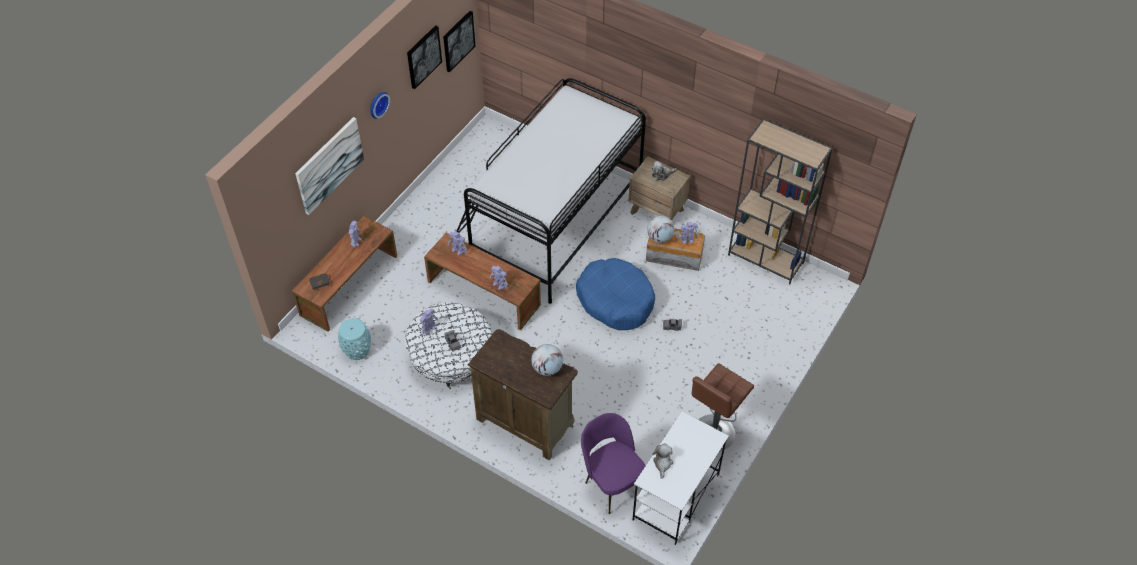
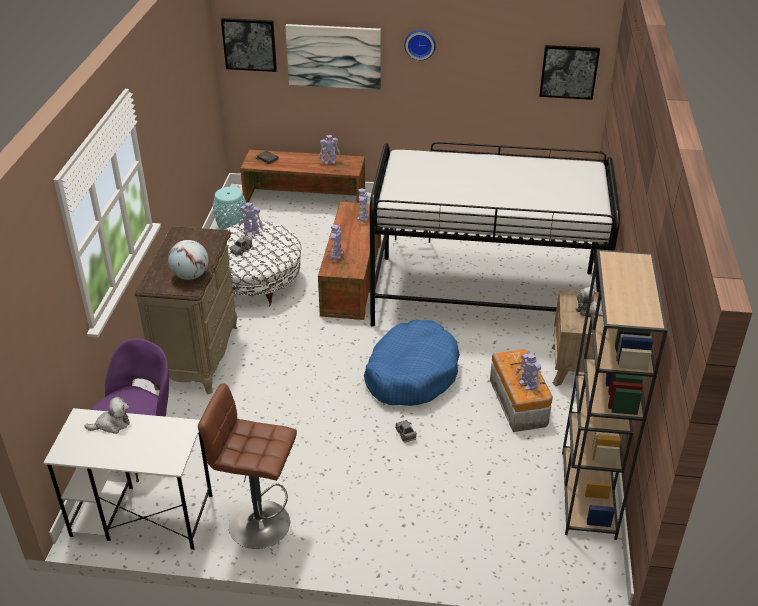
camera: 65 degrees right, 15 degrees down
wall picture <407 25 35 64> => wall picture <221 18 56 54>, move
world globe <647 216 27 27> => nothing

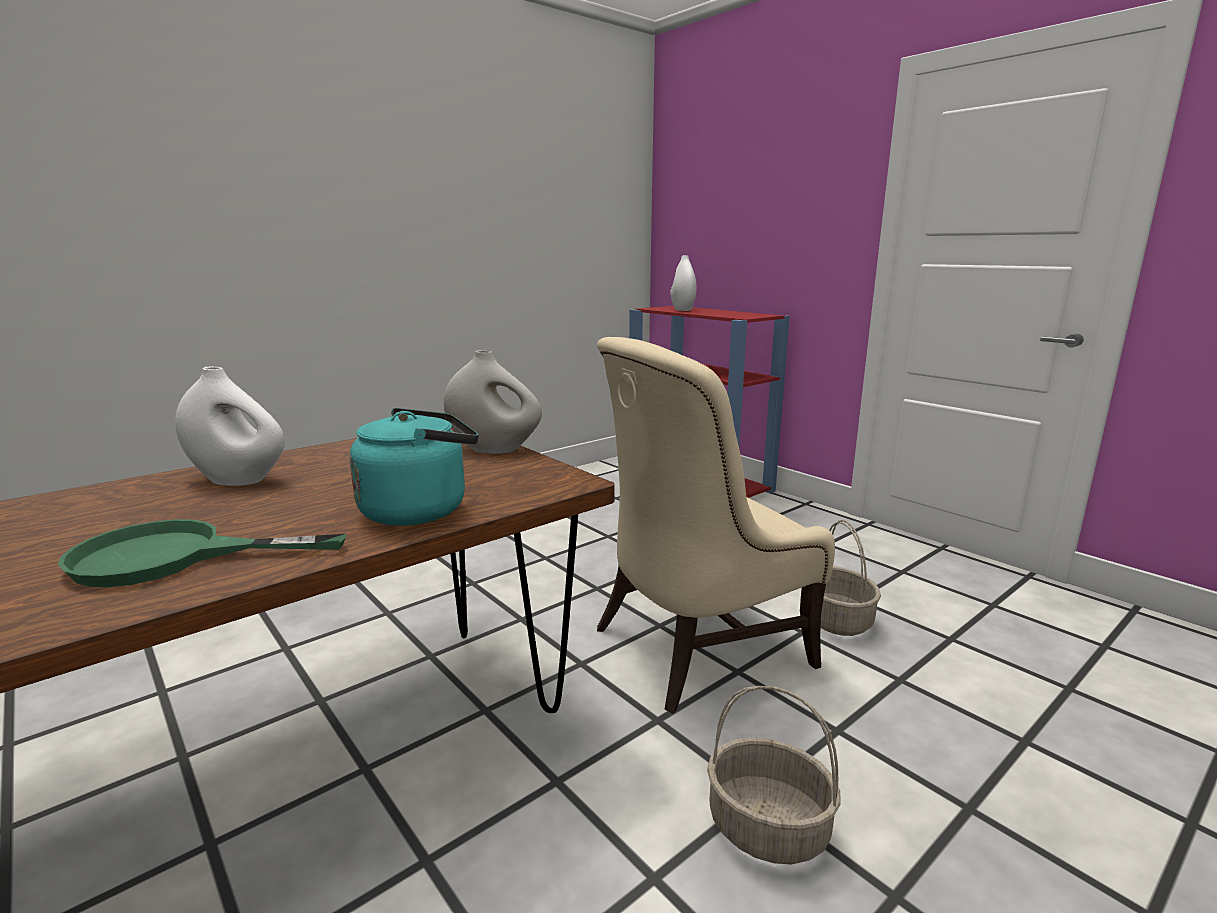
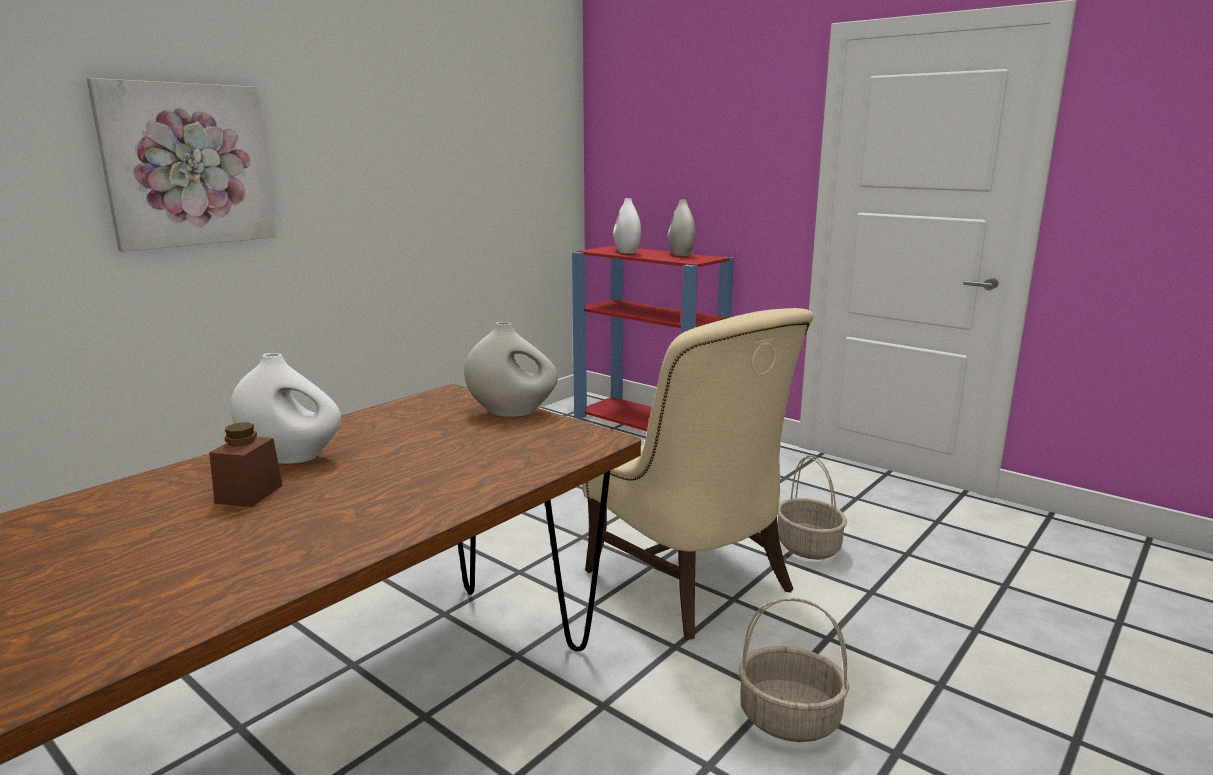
camera: 10 degrees left, 0 degrees up
plain chair/sand-coloured <597 337 238 377> => plain chair/sand-coloured <582 308 232 332>, 90 degrees counterclockwise
kettle/turquoise-coloured <350 408 129 118> => nothing
frying pan/green <58 519 288 68> => nothing
nothing => wall picture <87 78 189 174>
nothing => flower vase/white-coloured <667 200 29 56>
nothing => jar/brown-coloured <209 422 74 85>

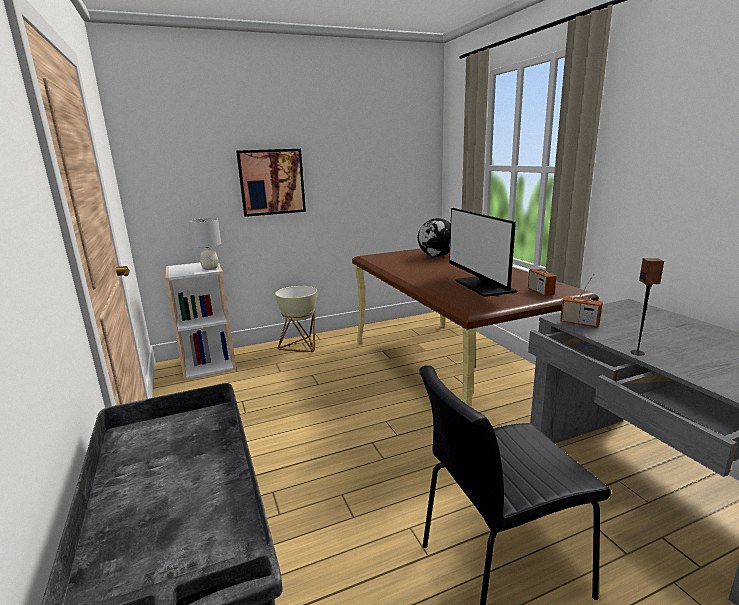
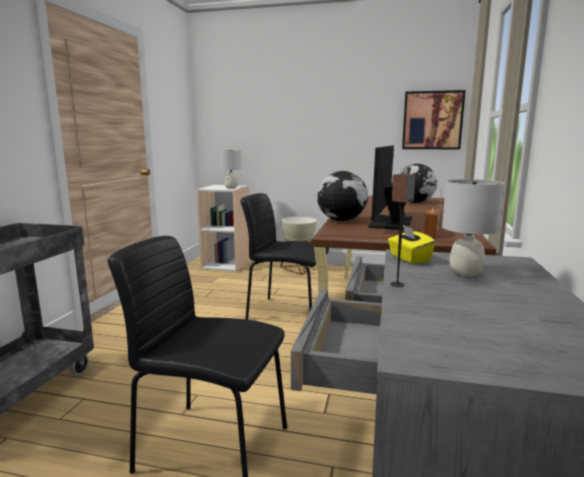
camera: 35 degrees right, 5 degrees down
wall picture <236 149 70 68> => wall picture <402 90 64 59>, move
radio receiver <560 274 43 53> => box of tissues/yellow-coloured <388 225 48 39>
nothing => world globe <317 171 51 50>
nothing => lamp for a table/gray <442 179 63 98>
nothing => plain chair/black-coloured <240 193 89 127>

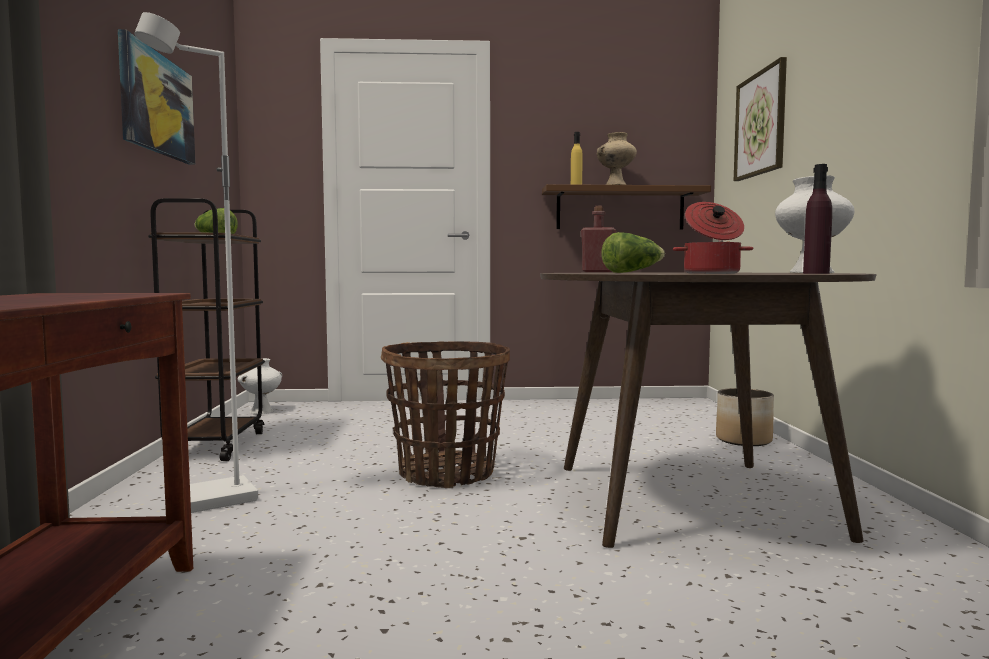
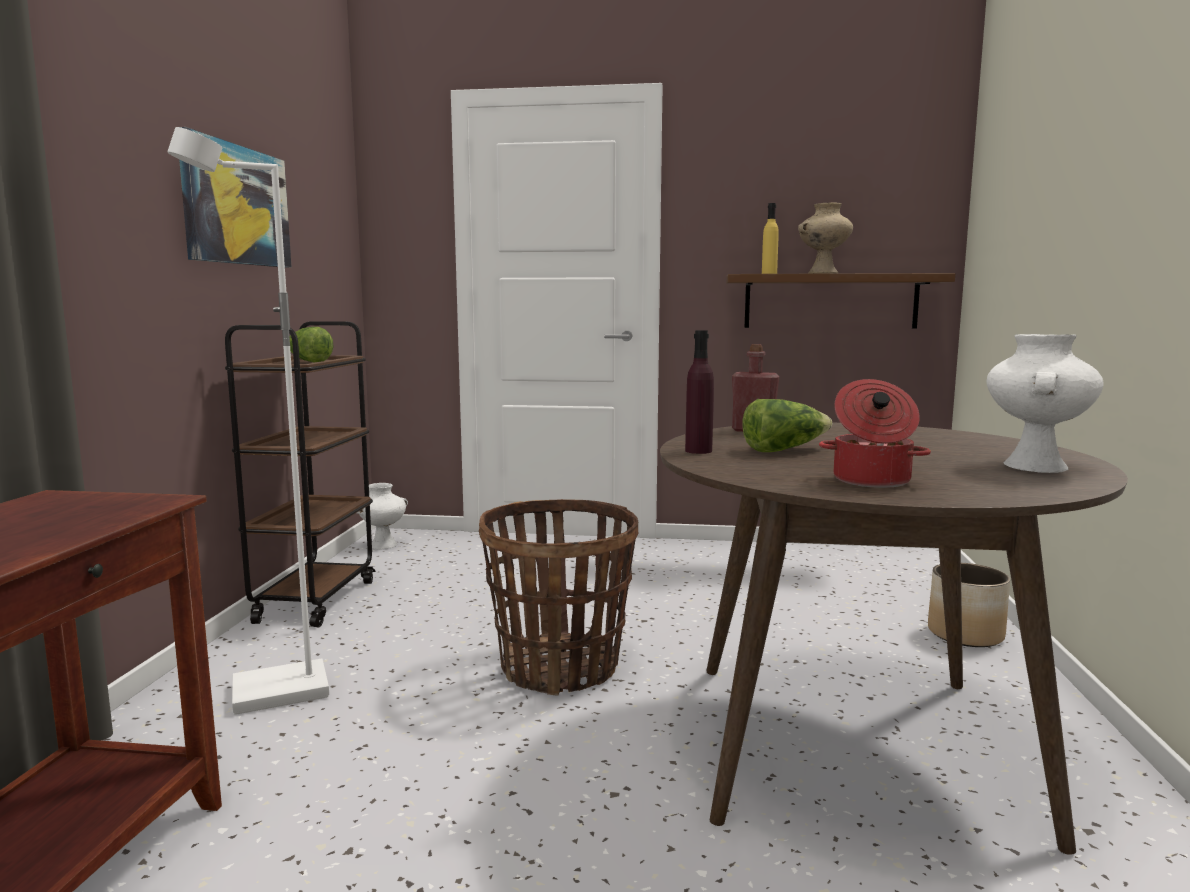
camera: 10 degrees right, 5 degrees up
wall picture <734 57 53 124> => nothing
drink bottle/purple <803 164 29 110> => drink bottle/purple <685 330 29 124>, move

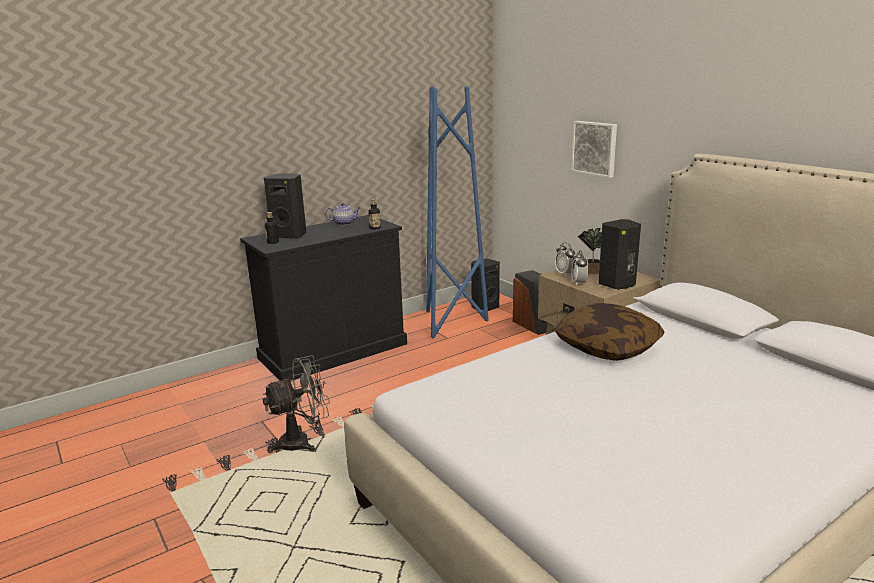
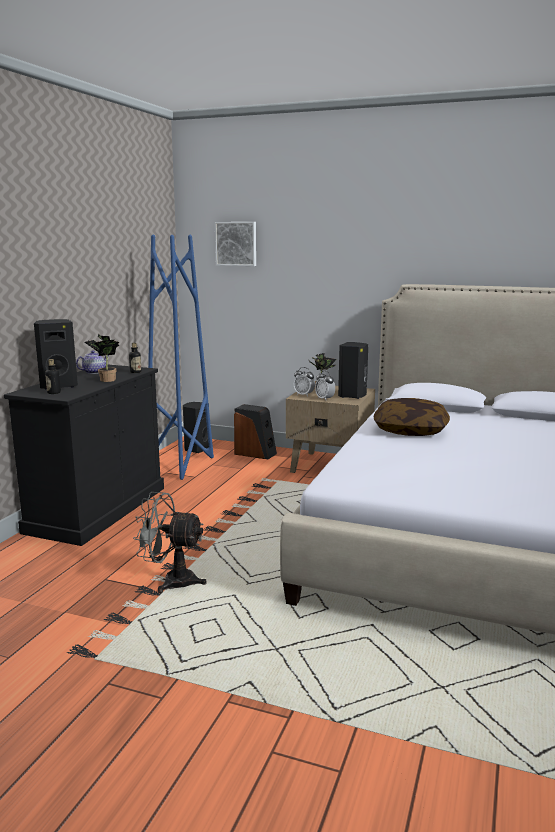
camera: 35 degrees left, 5 degrees down
wall picture <571 121 46 57> => wall picture <215 222 41 44>, move
fan/gray <262 355 68 98> => fan/gray <133 492 74 101>, 105 degrees counterclockwise
nothing => plant in a pot <85 334 34 48>

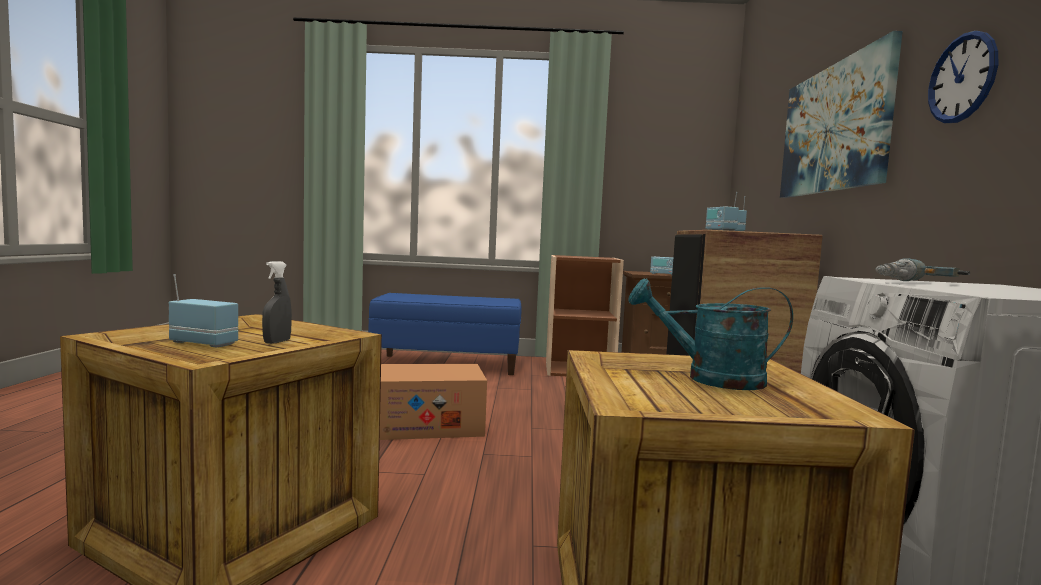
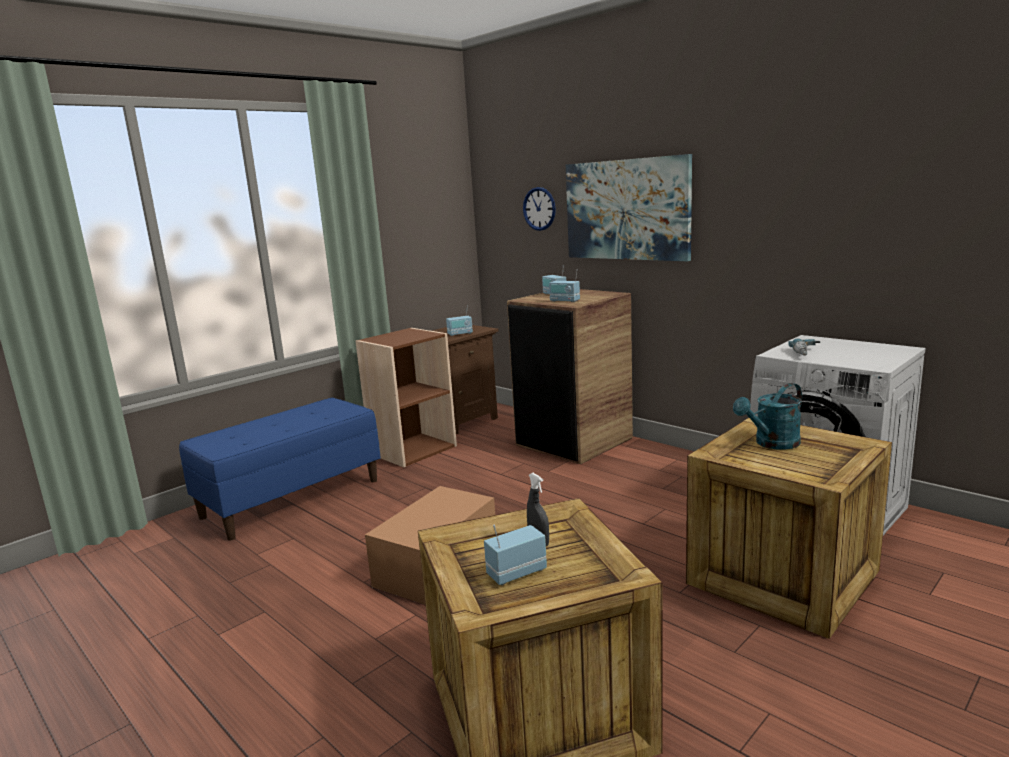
camera: 45 degrees left, 10 degrees up
clock on the wall <928 31 70 92> => clock on the wall <523 187 33 44>, move

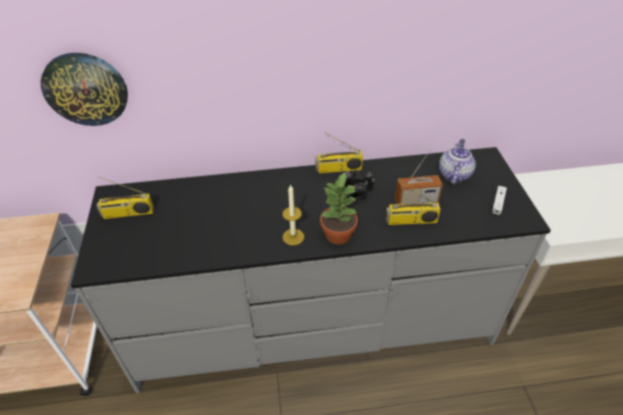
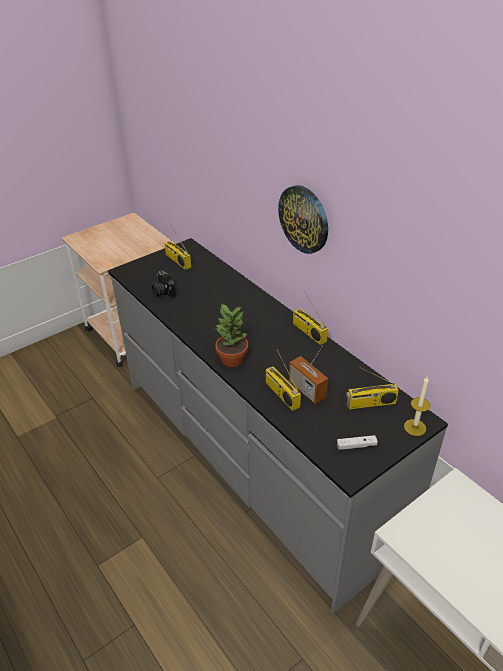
camera: 60 degrees right, 5 degrees down
clock on the wall <41 53 87 73> => clock on the wall <278 185 50 69>, move
teapot <439 139 37 45> => radio receiver <345 367 54 42>
photo camera <339 170 35 31> => photo camera <151 270 25 28>, move
candle <282 184 22 61> => candle <404 377 27 59>, move

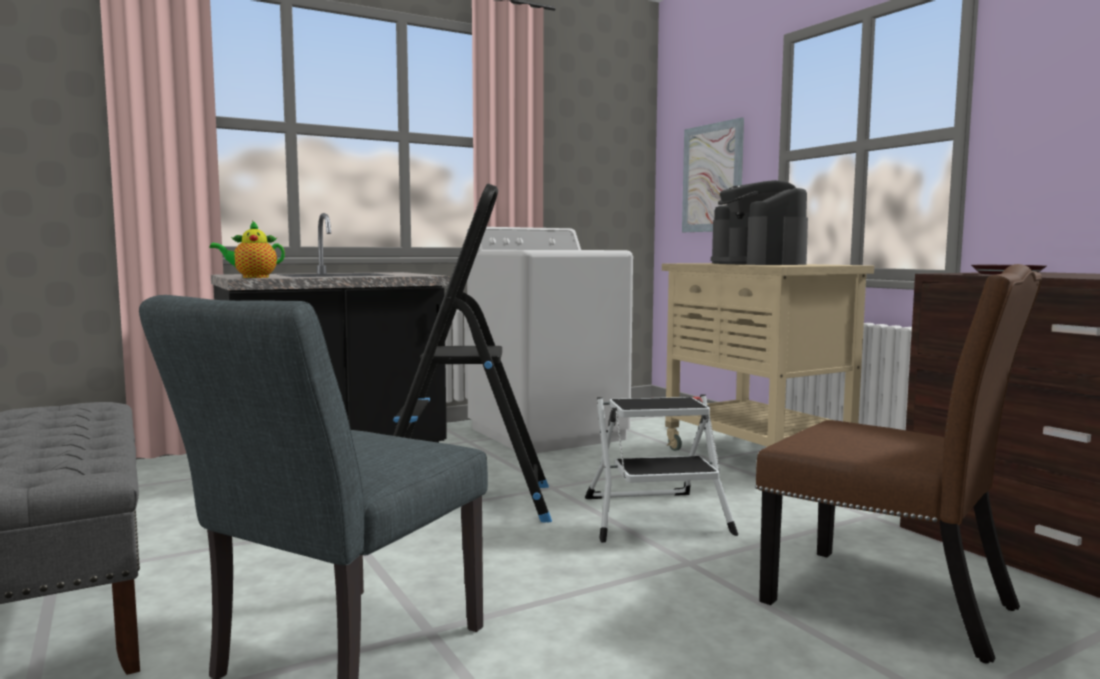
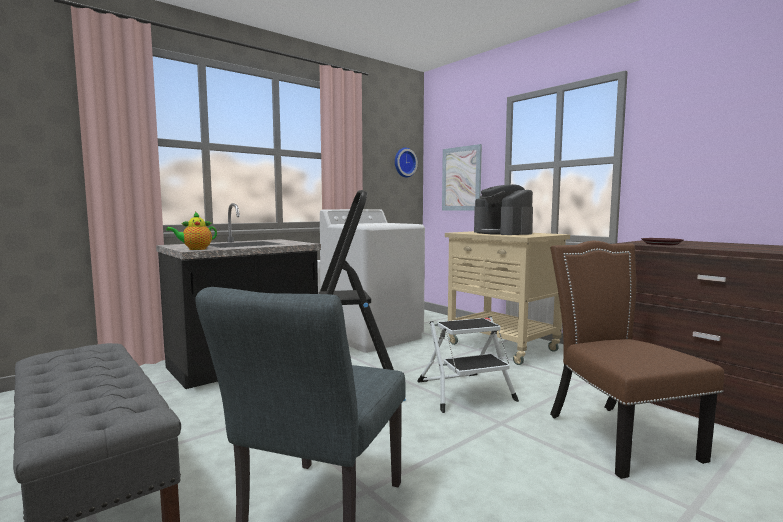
camera: 10 degrees left, 0 degrees up
plain chair/brown-coloured <755 264 287 400> => plain chair/brown-coloured <550 240 174 239>, 135 degrees counterclockwise
nothing => clock on the wall <395 148 23 30>

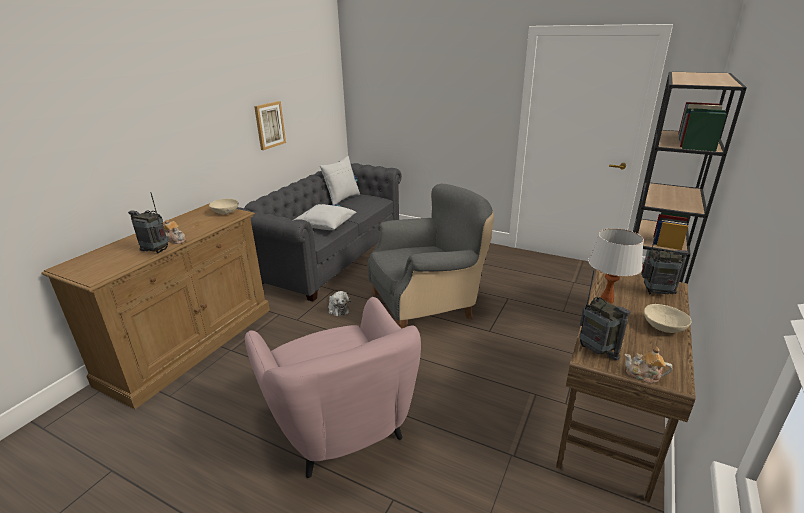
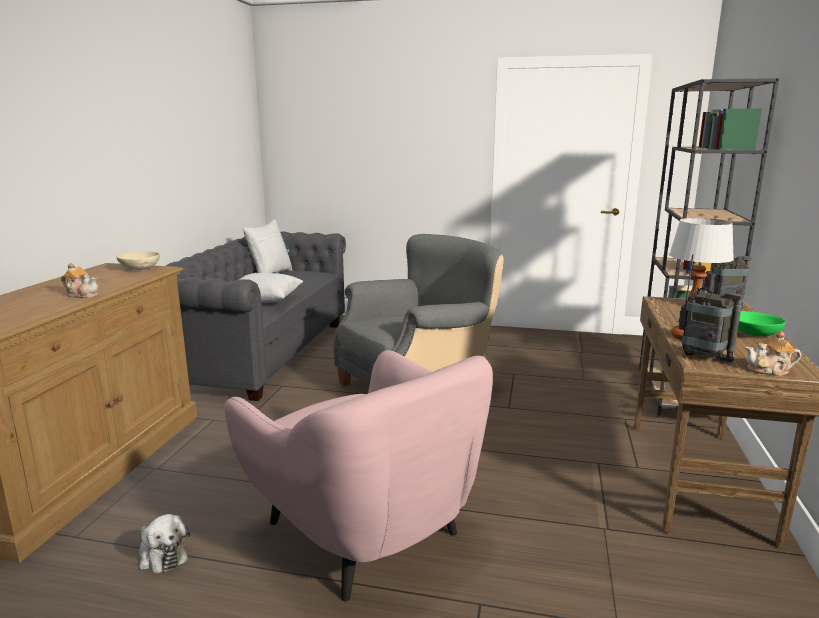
camera: 15 degrees left, 10 degrees down
wall picture <254 101 32 49> => nothing
radio receiver <128 192 40 61> => nothing
plush toy <328 291 23 26> => plush toy <139 514 51 59>, move
deep dish/sand-coloured <644 304 47 29> => deep dish/green <738 311 48 25>

